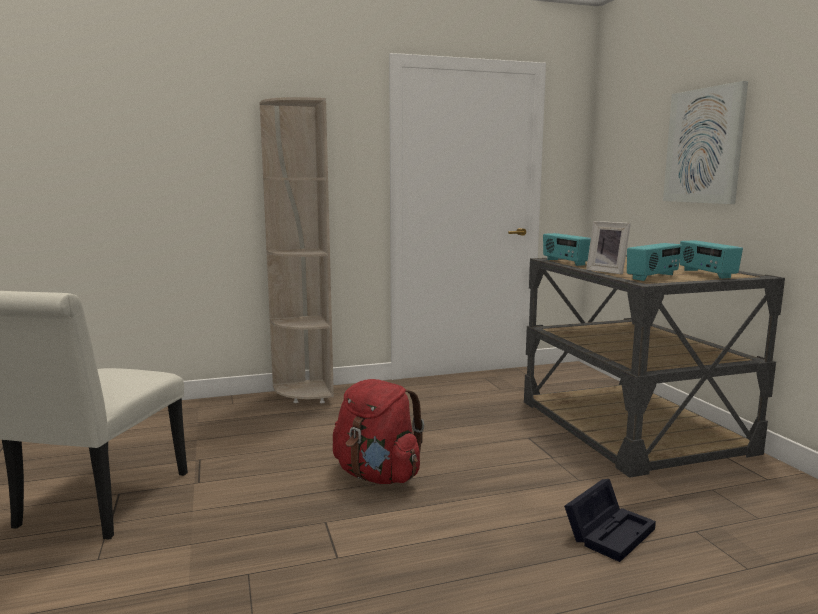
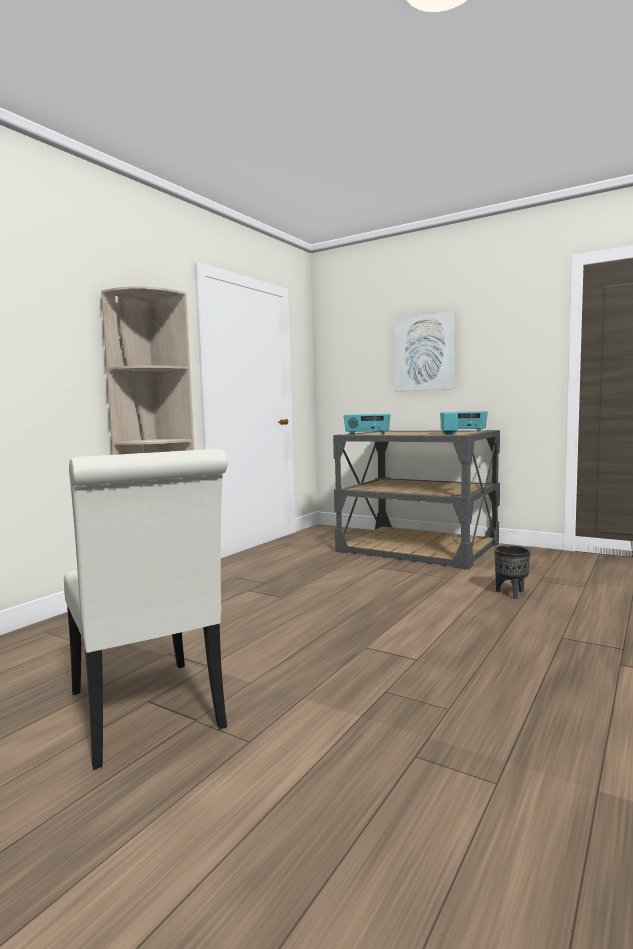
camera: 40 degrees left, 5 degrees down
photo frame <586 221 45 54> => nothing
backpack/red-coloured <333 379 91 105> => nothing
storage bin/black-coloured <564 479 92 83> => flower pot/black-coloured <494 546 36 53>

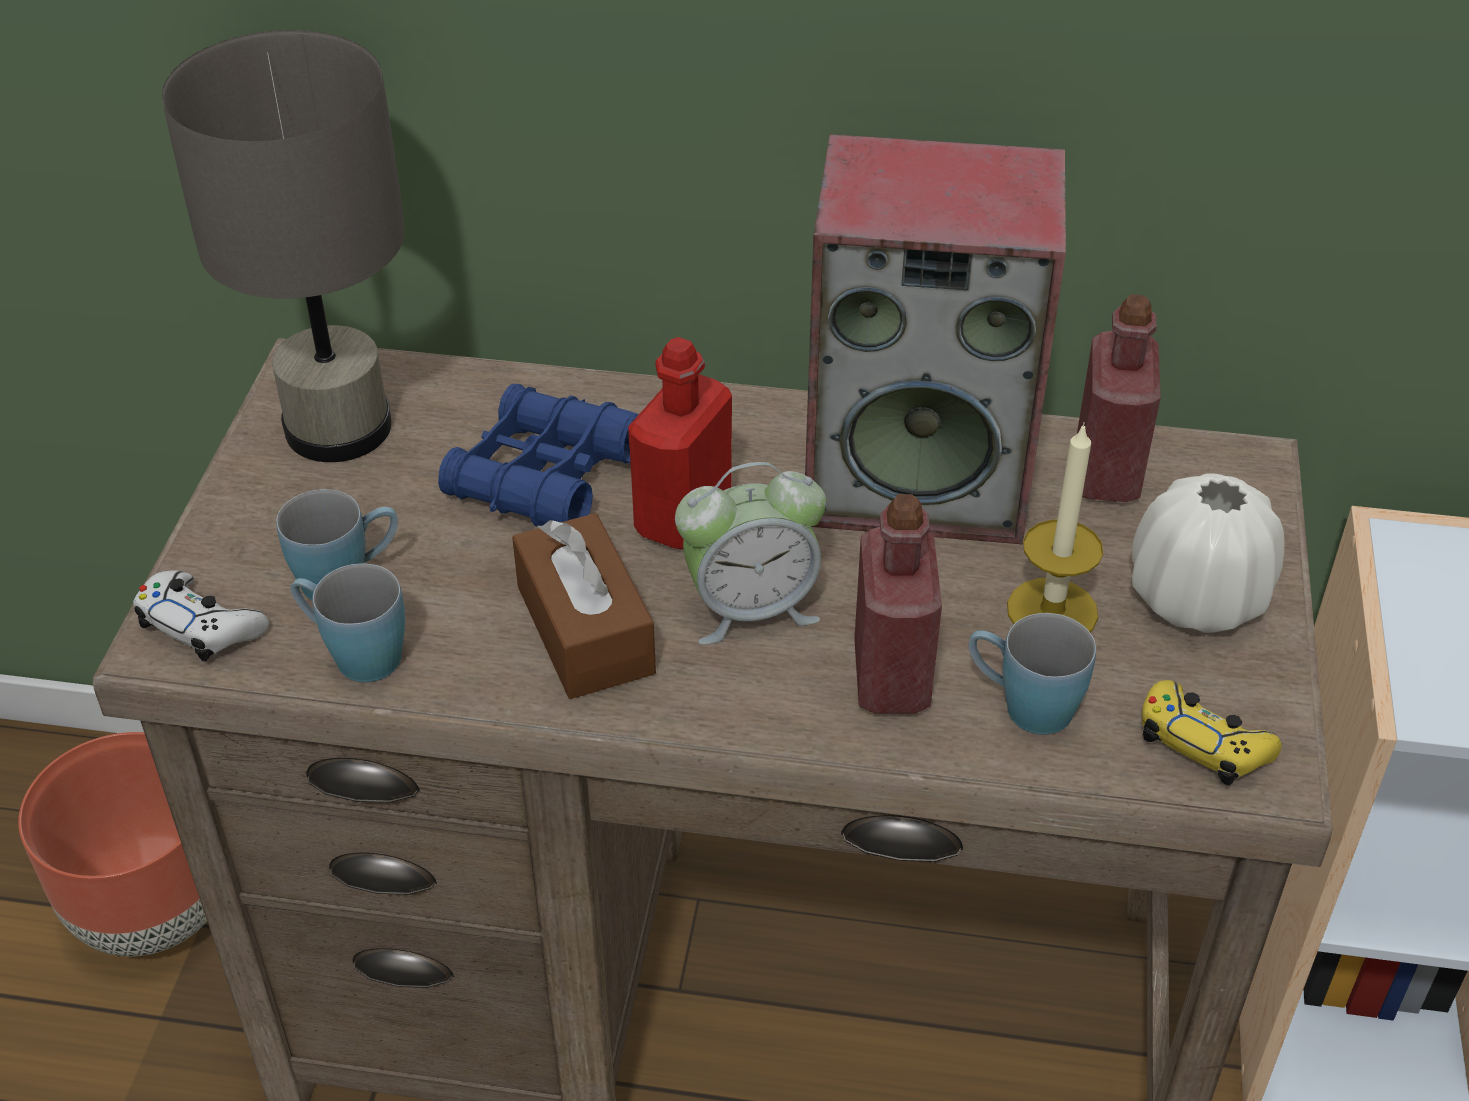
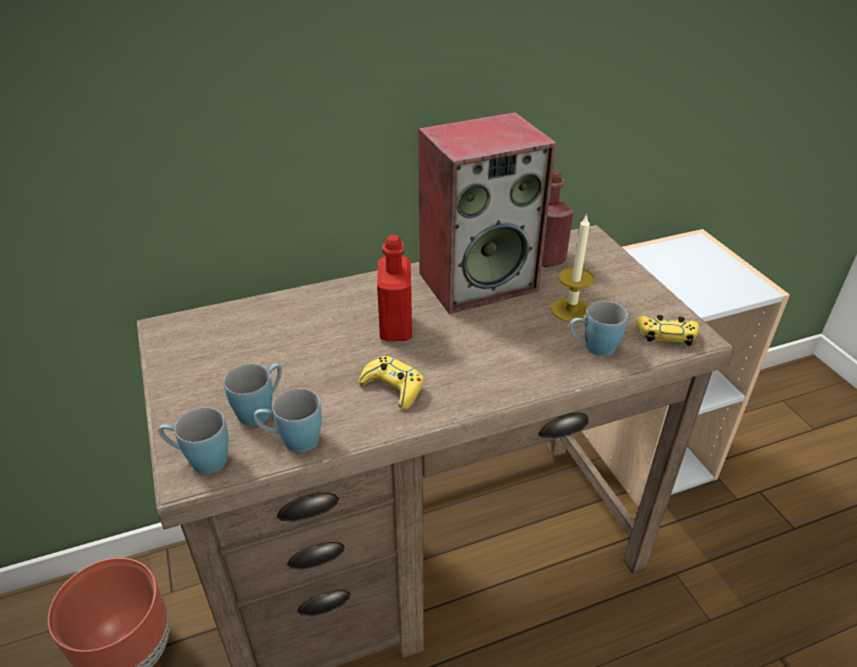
camera: 30 degrees left, 5 degrees down
lamp for a table/gray <162 30 243 432> => nothing
pair of binoculars/blue-coloured <438 384 201 143> => nothing
bedside clock <675 462 151 183> => nothing
flower vase/white-coloured <1132 474 152 159> => nothing
drink bottle/red-coloured <854 494 88 220> => nothing
box of tissues/brown-coloured <512 513 144 186> => gamepad/yellow-coloured <359 356 65 54>
gamepad/white-coloured <133 571 136 91> => tea mug/blue-coloured <158 407 70 67>

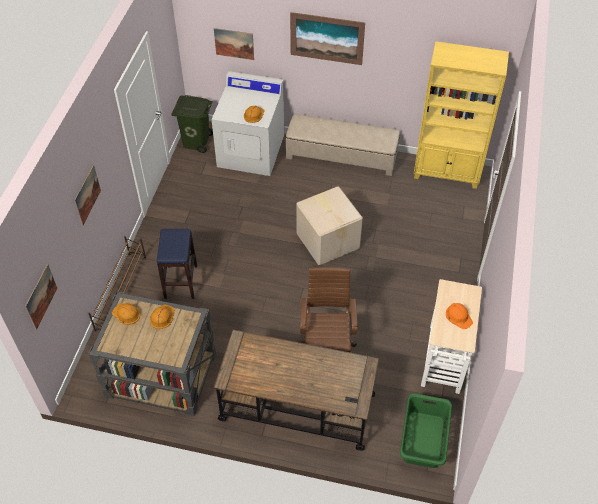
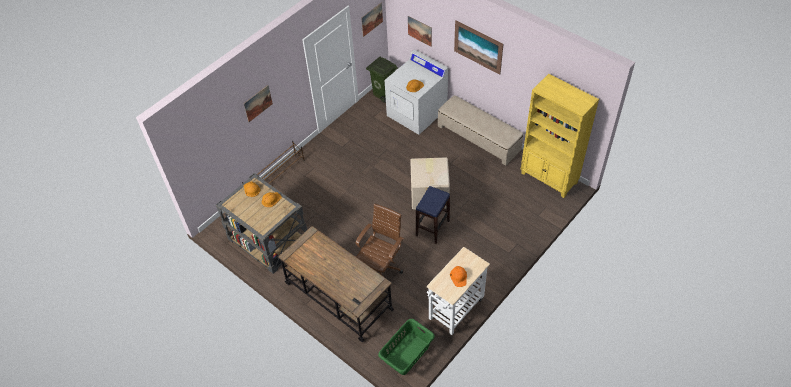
camera: 30 degrees right, 0 degrees up
sitting stool <157 229 40 70> => sitting stool <416 186 34 58>, move
wall picture <25 264 33 66> => wall picture <361 3 22 34>, move

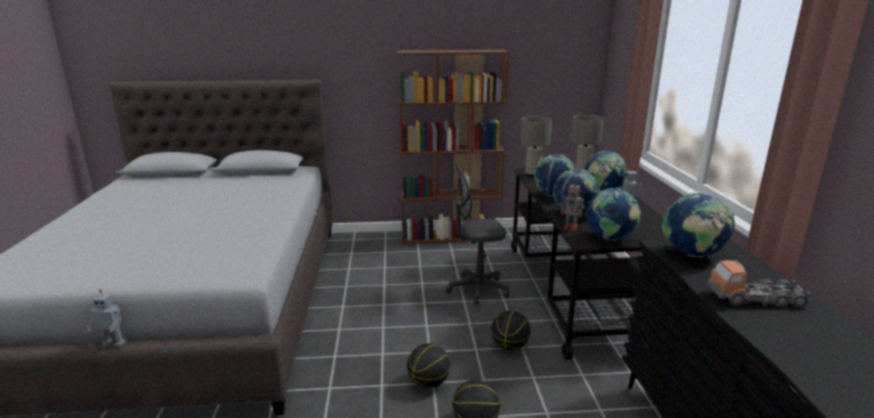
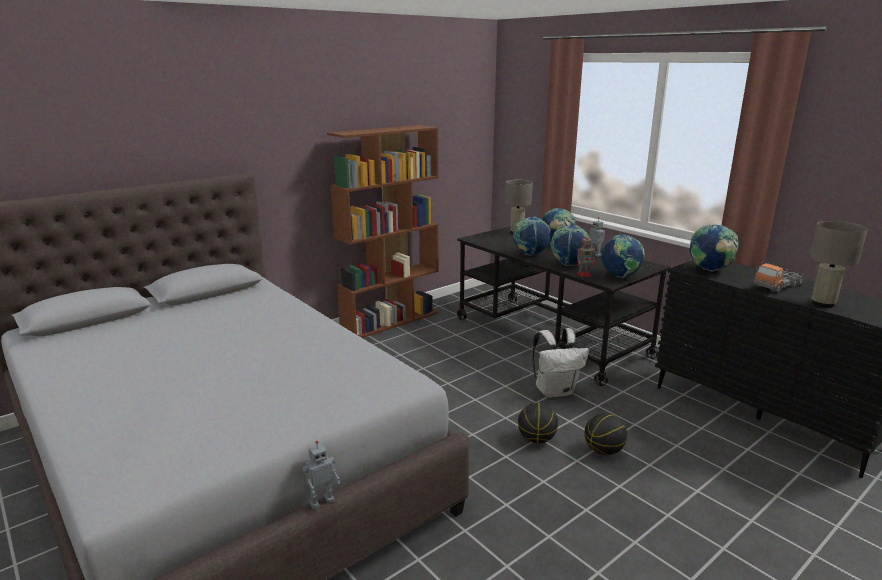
camera: 35 degrees left, 0 degrees up
lamp for a table/gray <520 116 32 61> => lamp for a table/gray <810 221 58 87>, move
office chair/gray <446 164 63 142> => nothing
basketball <491 311 39 39> => backpack/white-coloured <532 328 57 70>

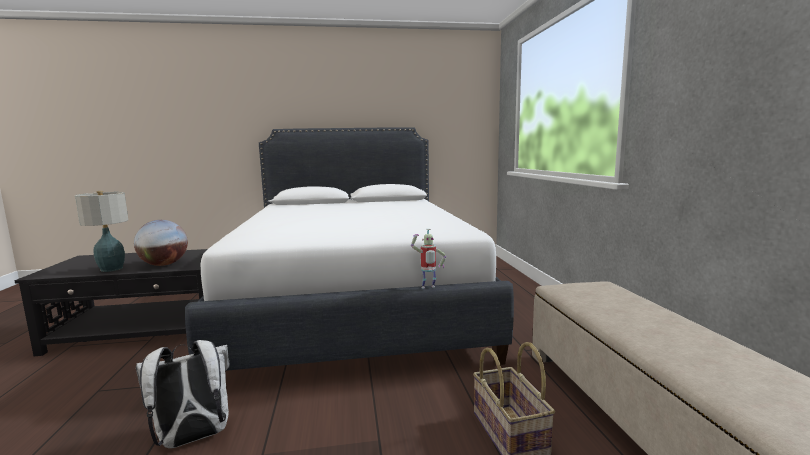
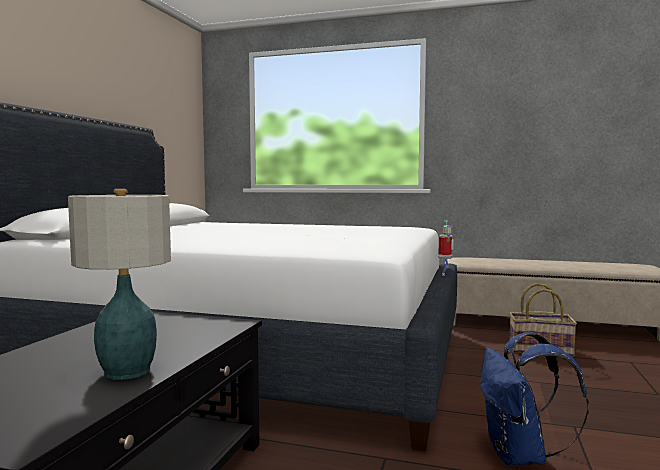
camera: 65 degrees left, 5 degrees down
world globe <134 220 54 46> => nothing
backpack/white-coloured <136 340 94 108> => backpack/blue-coloured <480 332 109 133>

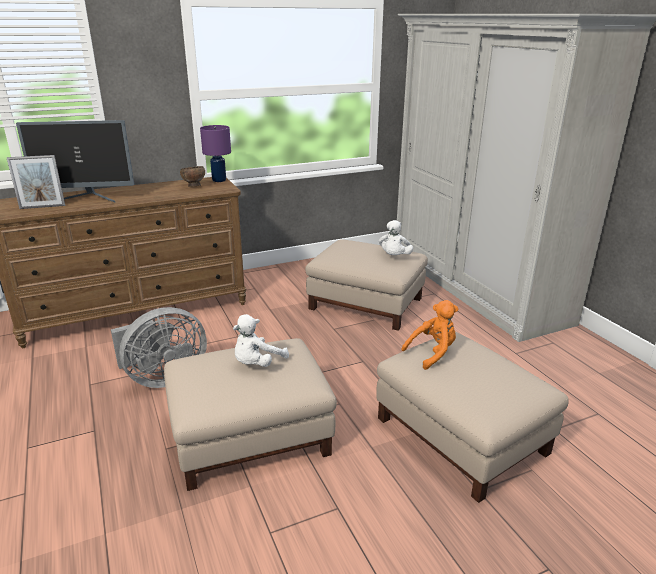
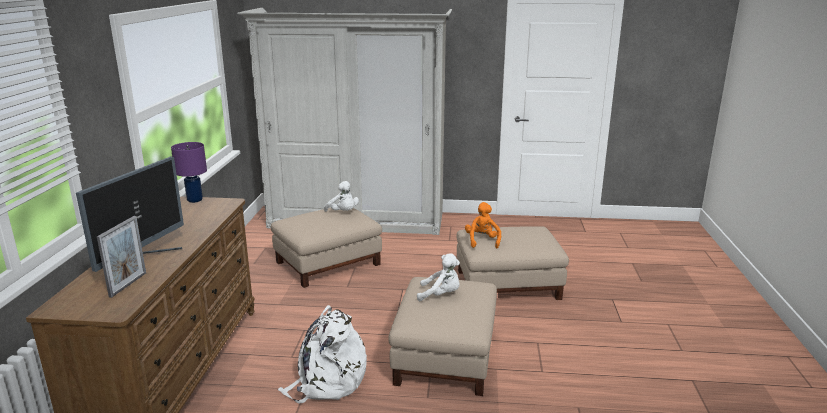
camera: 60 degrees left, 5 degrees down
deep dish/brown-coloured <180 166 25 21> => nothing
fan/gray <111 307 96 81> => backpack/white-coloured <278 305 89 99>
plush toy/white-coloured <233 314 56 53> => plush toy/white-coloured <417 253 43 48>, 60 degrees counterclockwise

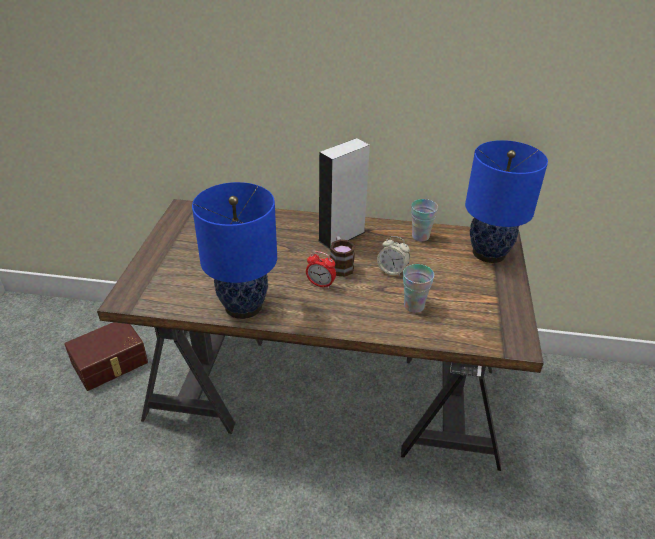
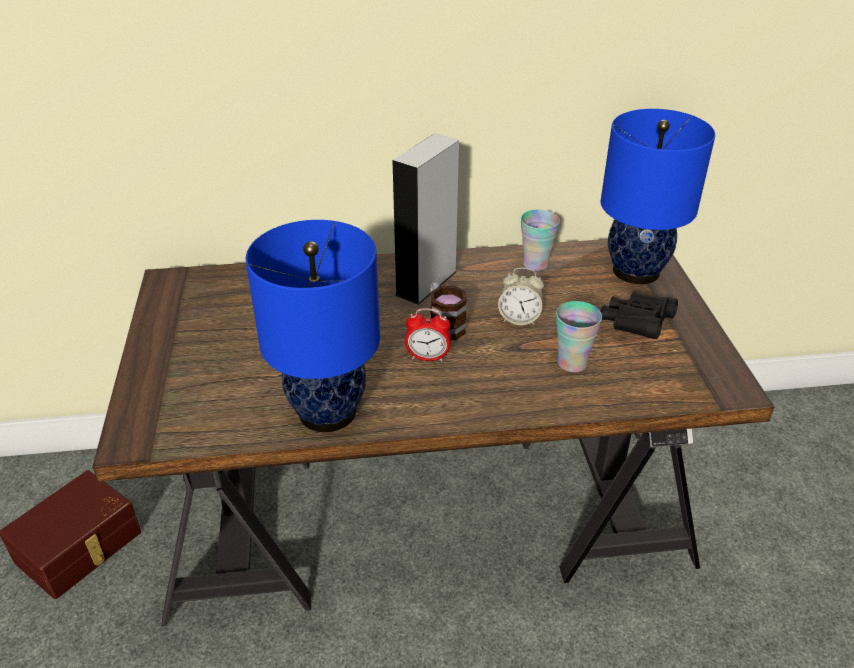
camera: 15 degrees left, 0 degrees up
nothing => pair of binoculars/black-coloured <601 292 77 47>

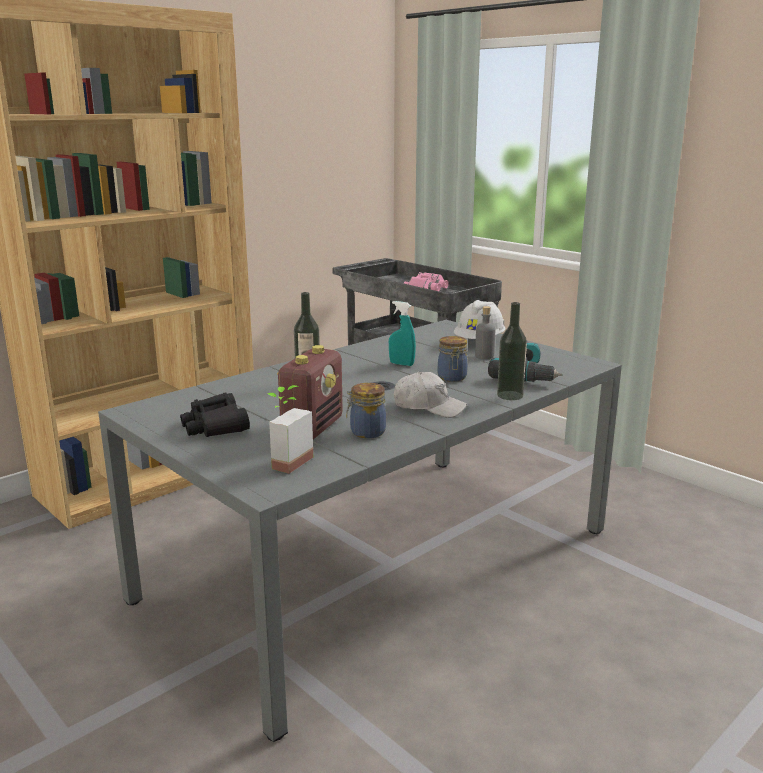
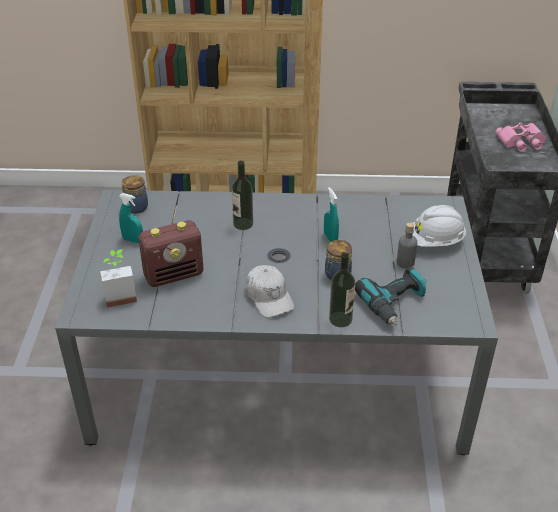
camera: 45 degrees right, 20 degrees up
jar <346 383 40 55> => jar <122 175 26 39>, move
pair of binoculars/black-coloured <180 392 70 45> => sprayer/turquoise-coloured <119 193 24 51>

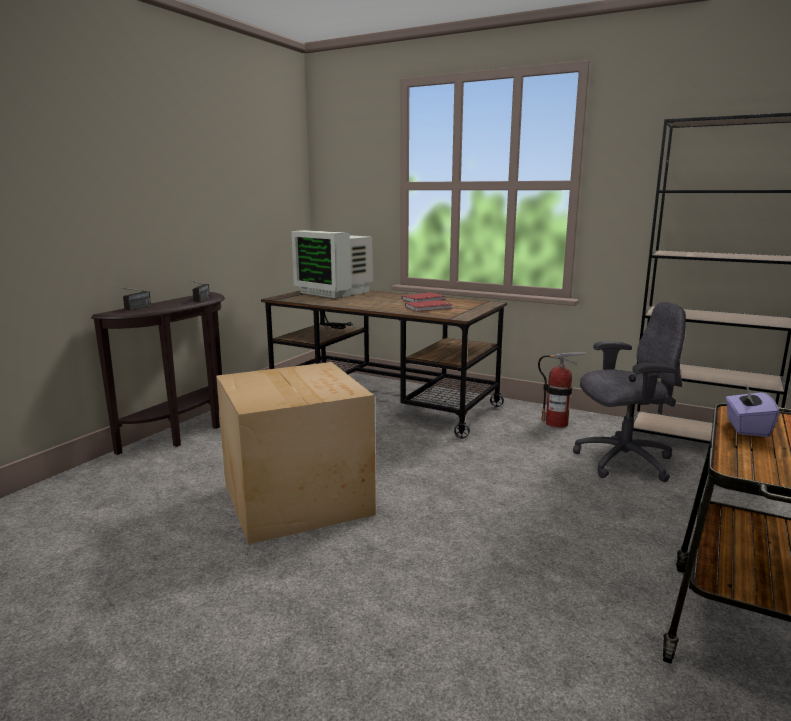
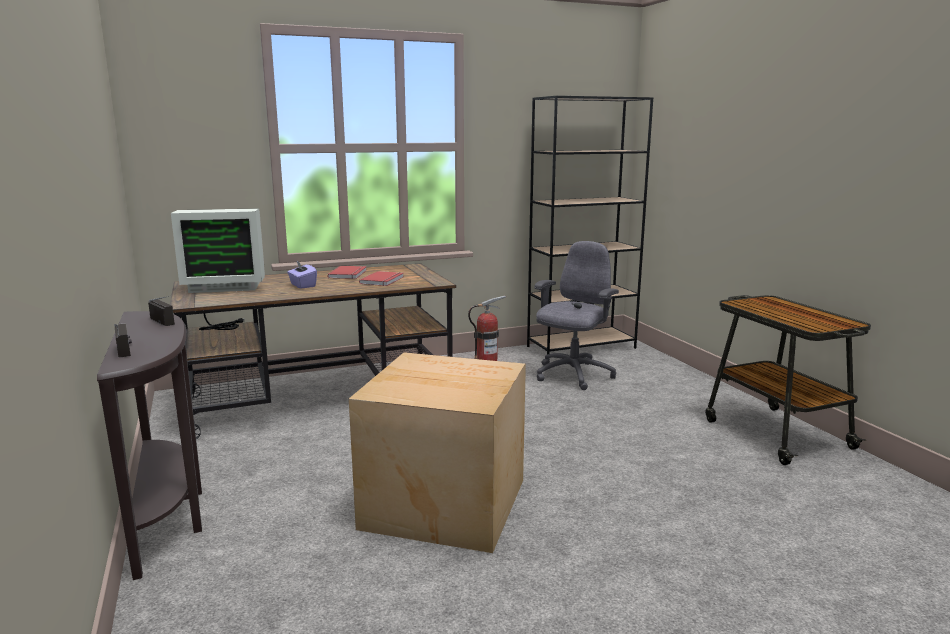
camera: 50 degrees left, 0 degrees up
box of tissues/purple <725 383 54 54> => box of tissues/purple <287 261 30 28>, move

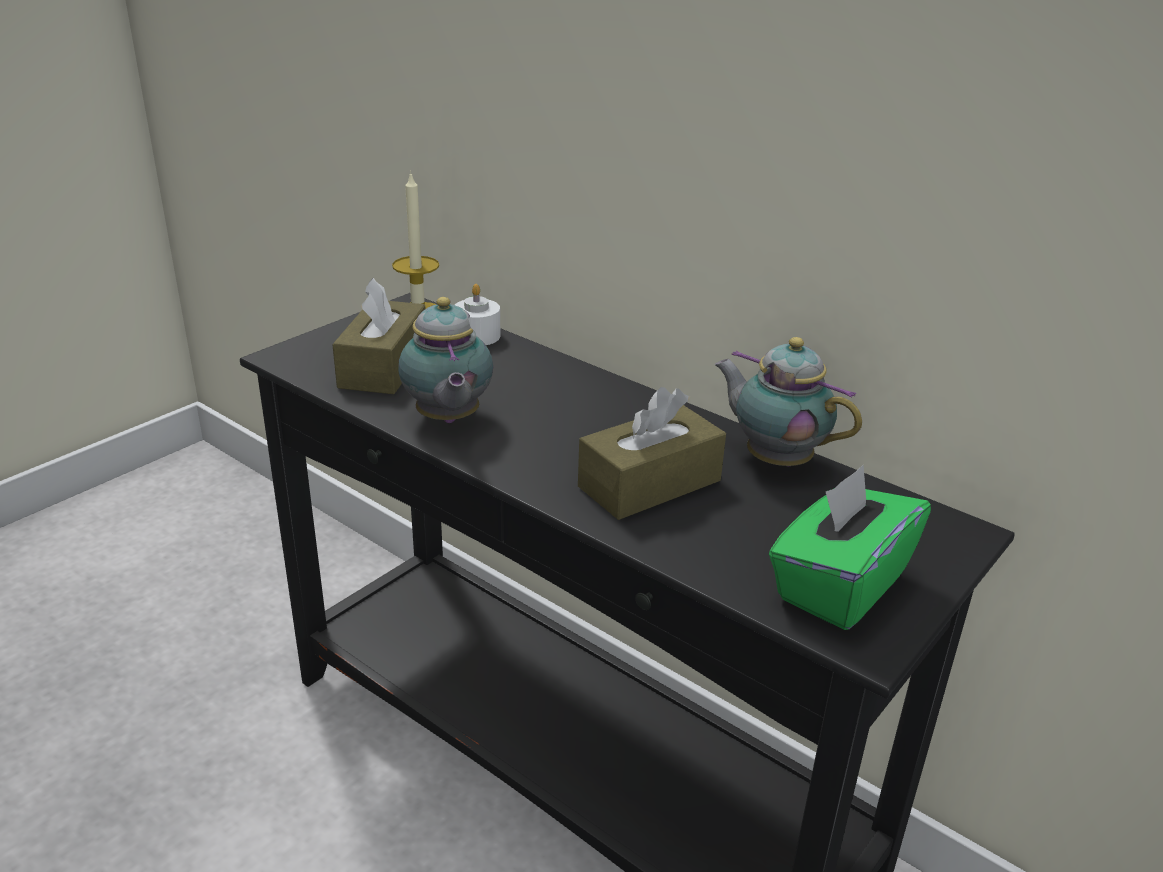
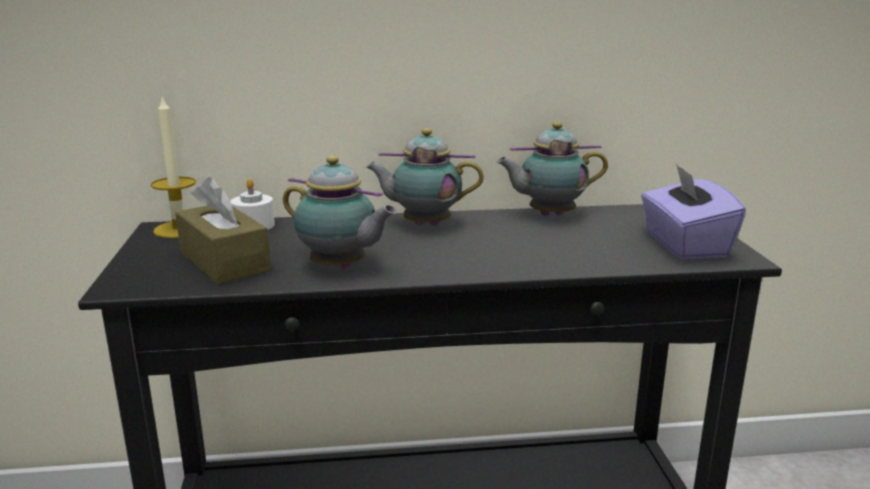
camera: 45 degrees left, 10 degrees down
box of tissues/brown-coloured <578 387 148 133> => nothing
box of tissues/green <769 465 162 165> => box of tissues/purple <641 164 105 95>
nothing => teapot <366 128 118 98>

